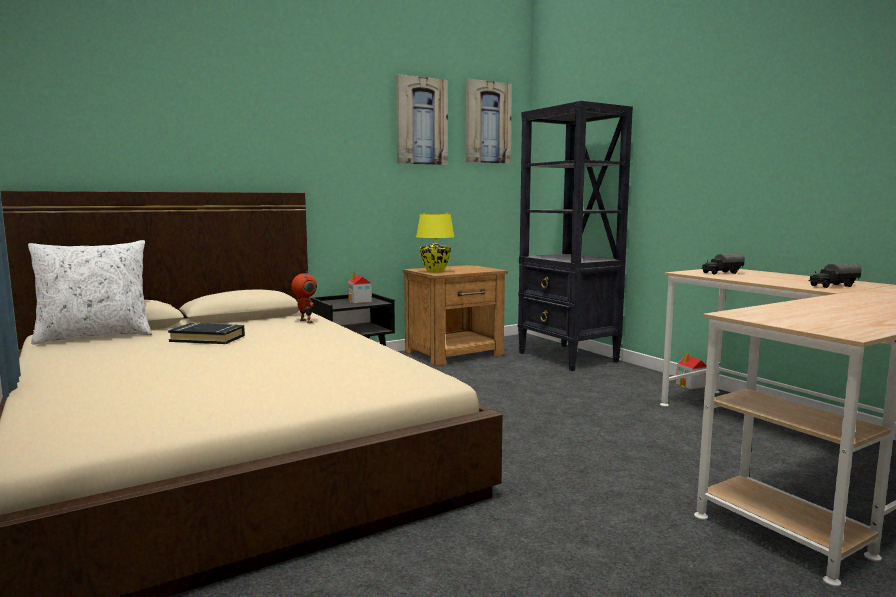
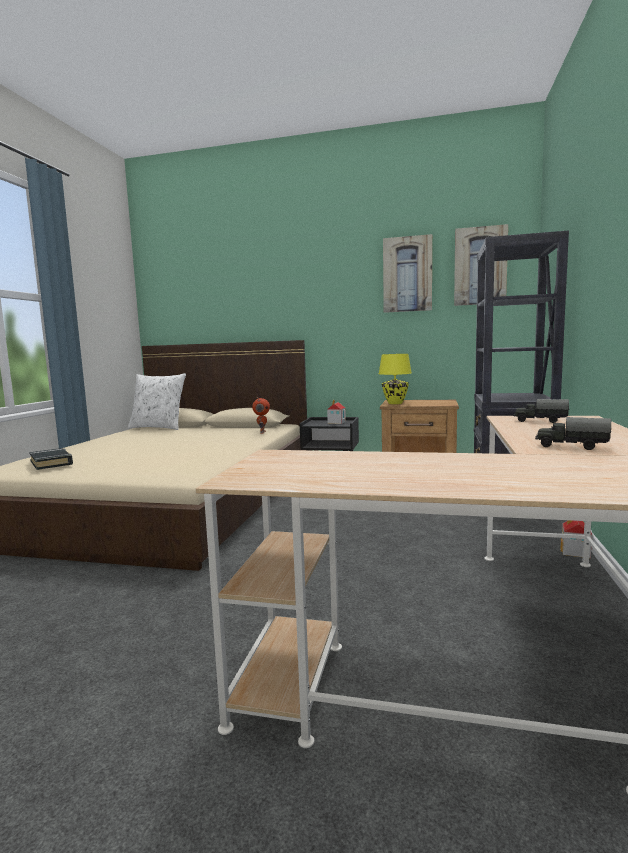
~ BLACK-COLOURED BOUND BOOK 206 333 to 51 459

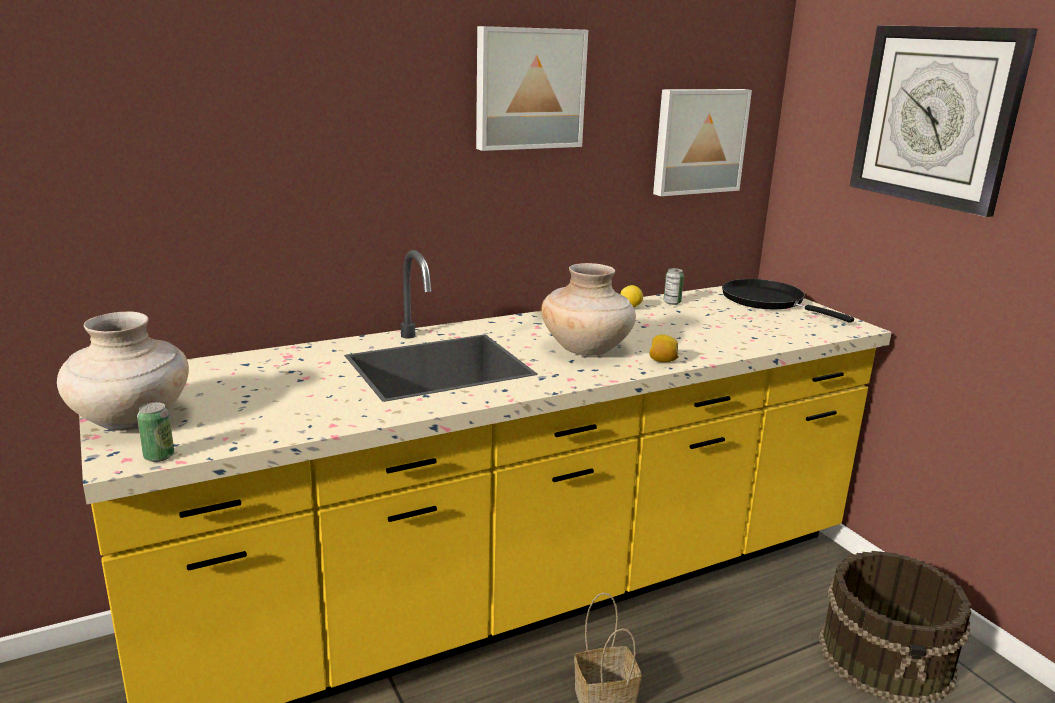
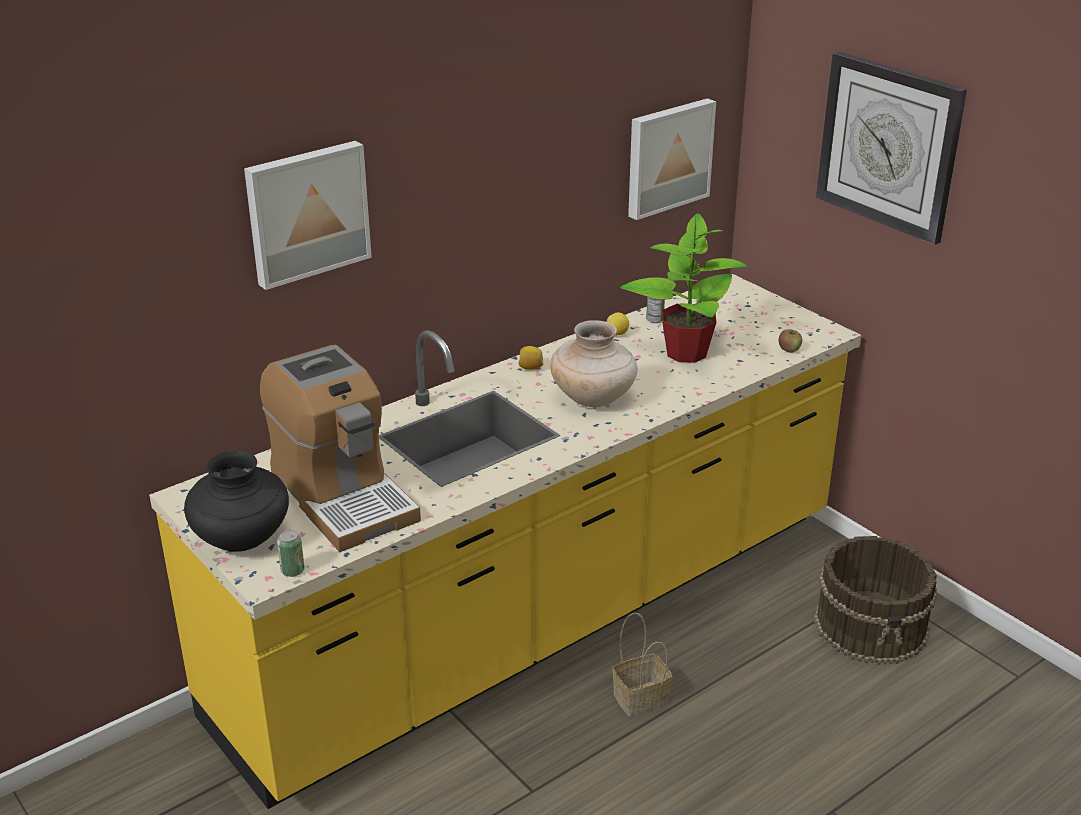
- BLACK-COLOURED FRYING PAN 788 301
+ COFFEE MACHINE 340 448
+ POTTED PLANT 683 288
+ APPLE FRUIT 790 341
~ WALL ART 532 88 to 308 215
~ WHOLE LEMON 663 348 to 531 358
~ BEIGE DECORATIVE VASE 123 371 to BLACK-COLOURED DECORATIVE VASE 236 501

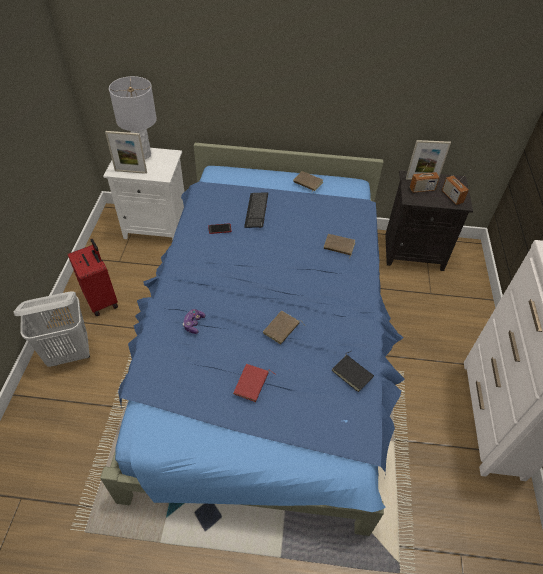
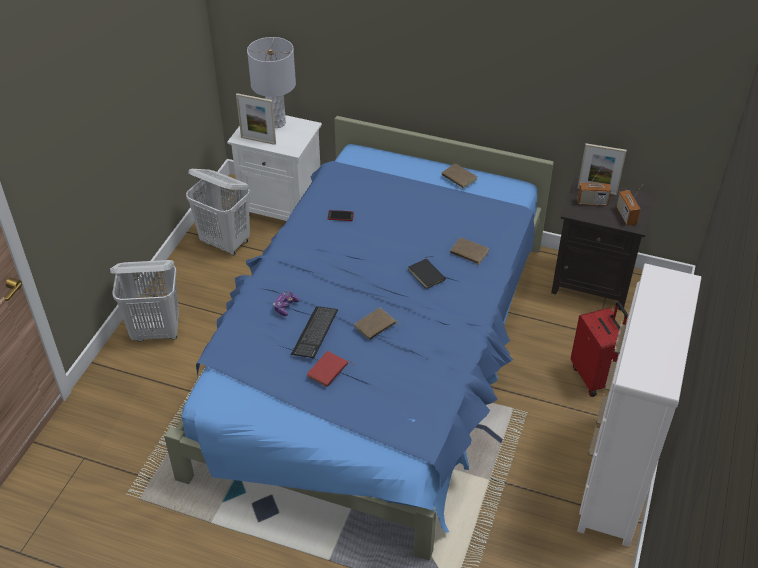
+ WHITE WASHING BASKET 218 212
~ RED-COLOURED TRAVEL CASE 93 277 to 599 349
~ PC KEYBOARD 256 210 to 314 332
~ BLACK-COLOURED BOUND BOOK 353 371 to 427 272

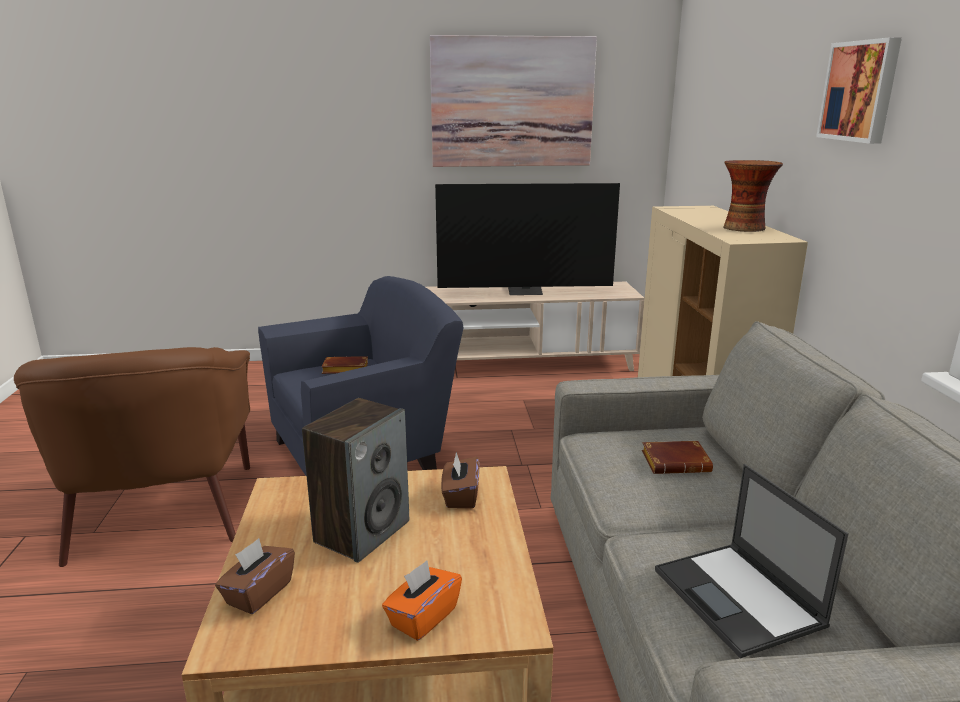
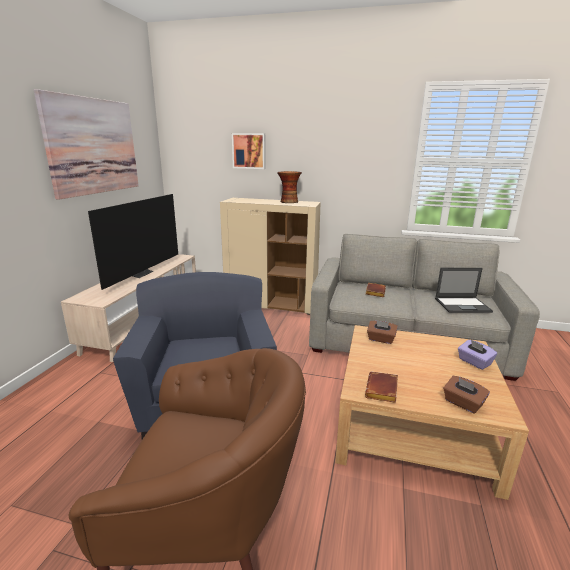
- SPEAKER 355 480
~ BROWN BOUND BOOK 344 365 to 381 387
~ WALL ART 859 90 to 249 151
~ ORANGE-COLOURED TISSUE HOLDER 422 600 to PURPLISH TISSUE HOLDER 477 355

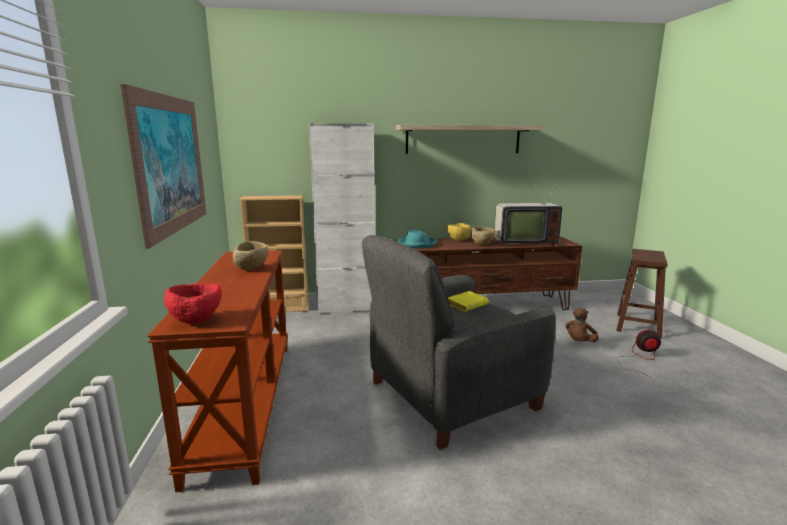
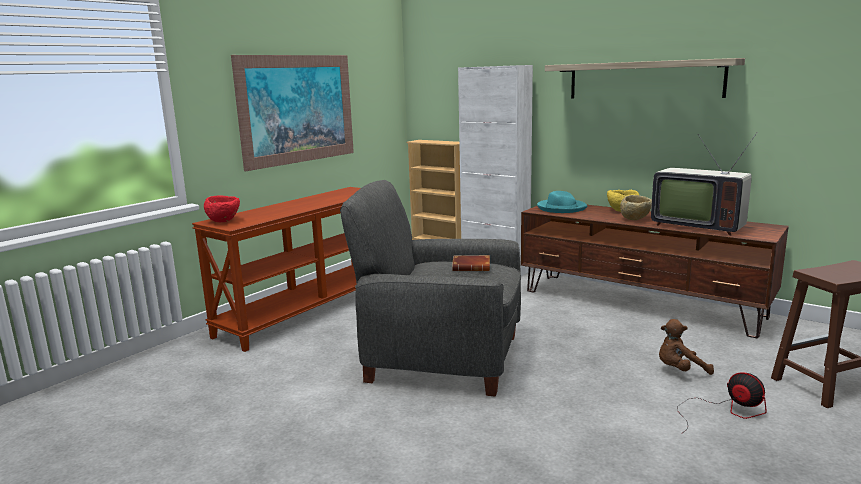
- BEIGE SERVING BOWL 250 255
~ YELLOWISH BOUND BOOK 468 301 to BROWN BOUND BOOK 471 263

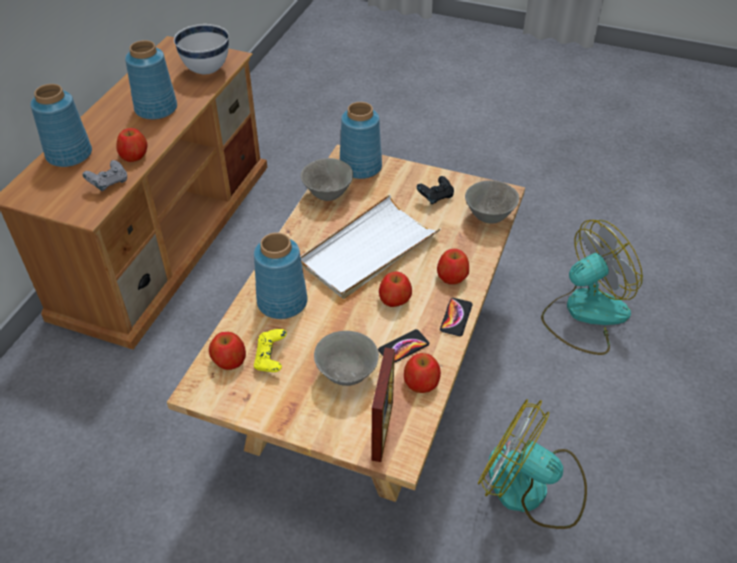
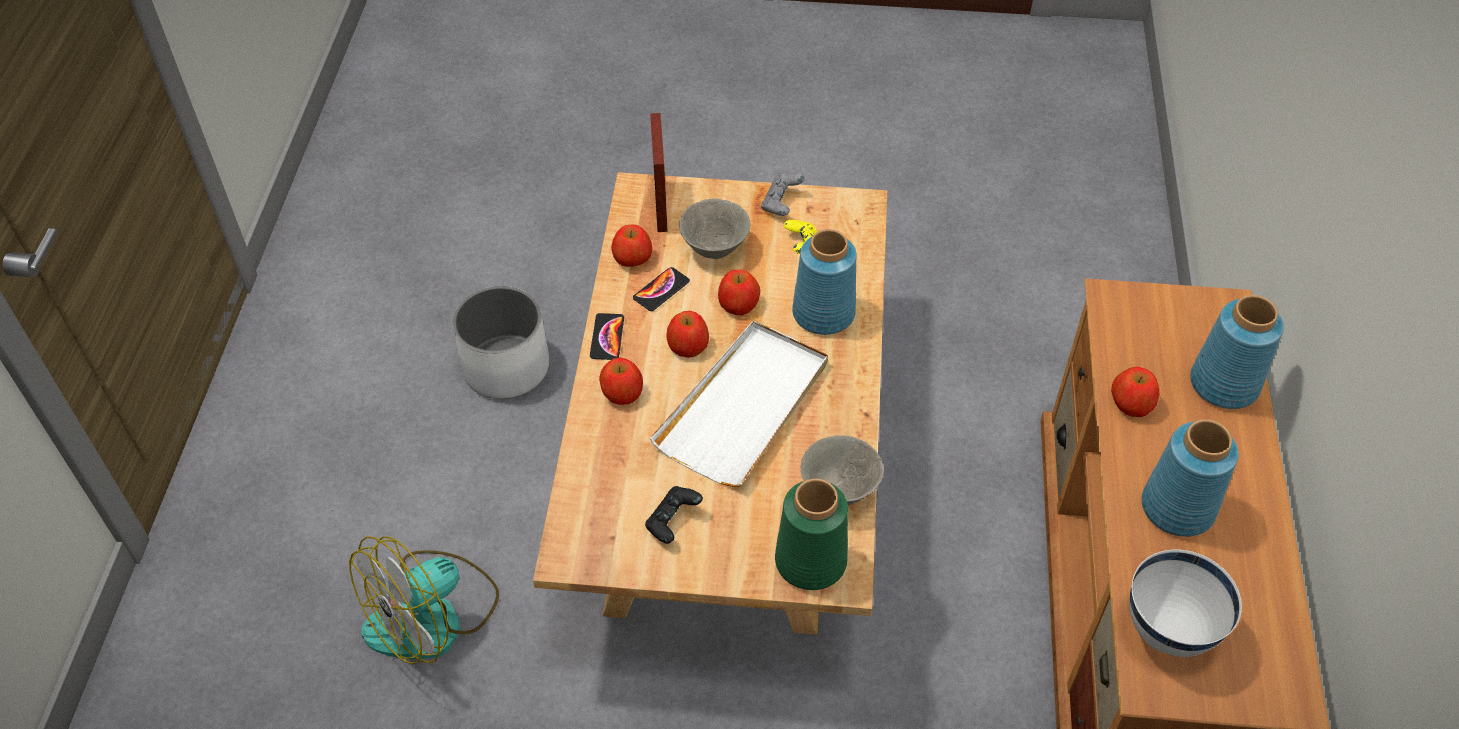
- GREY SERVING BOWL 492 202
~ GREY GAME CONTROLLER 105 175 to 783 194
~ APPLE FRUIT 227 351 to 739 292
~ COOLING FAN 532 464 to WHITE PLANT POT 500 342
~ BLUE-COLOURED DECORATIVE VASE 361 140 to GREENISH DECORATIVE VASE 811 534

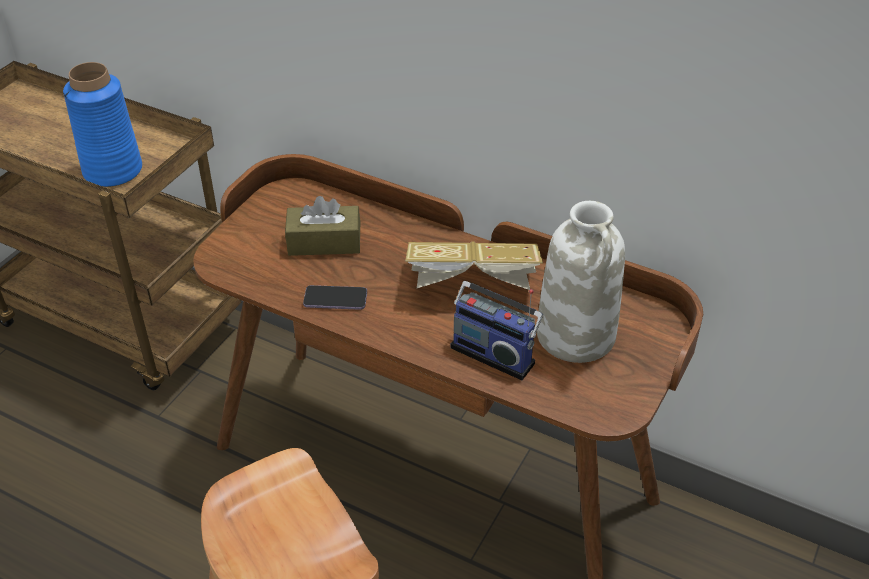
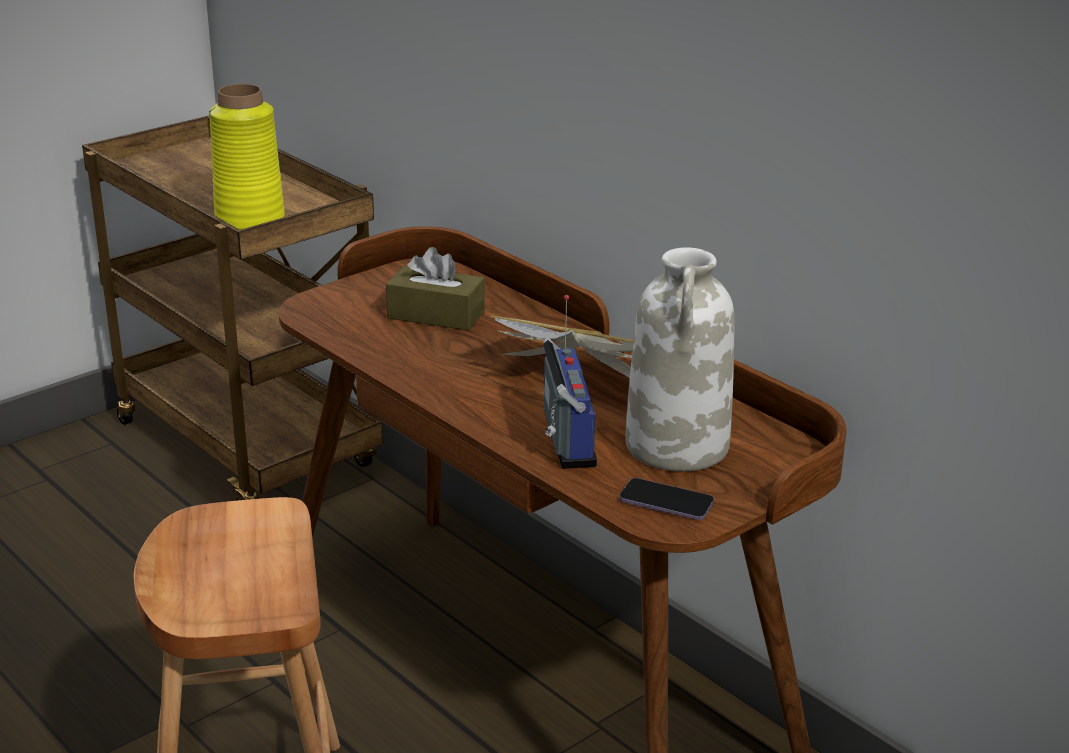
~ PHONE 335 297 to 666 499
~ BLUE-COLOURED DECORATIVE VASE 102 124 to YELLOWISH DECORATIVE VASE 247 157
~ RADIO SET 496 330 = 570 382 150 degrees counterclockwise

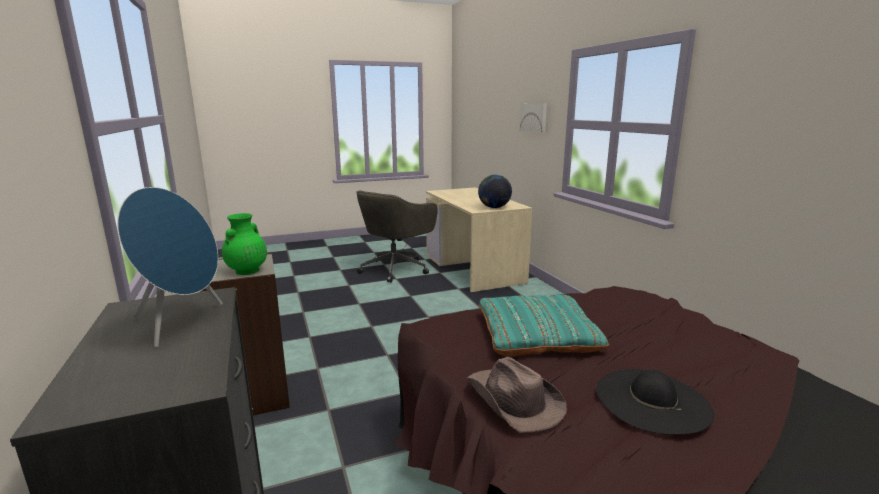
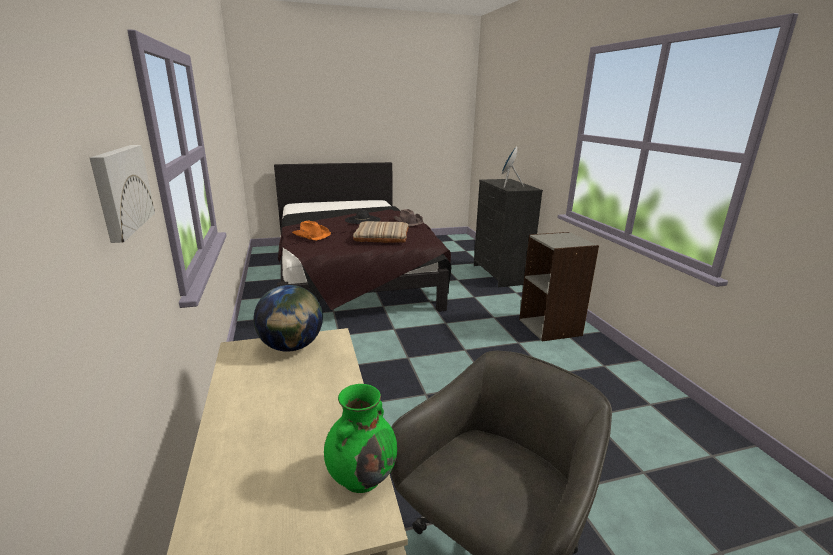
+ ORANGE-COLOURED CLOTHING HAT 311 230
~ GREENISH DECORATIVE VASE 244 244 to 360 438
~ TURQUOISE-COLOURED THROW PILLOW 544 325 to BEIGE THROW PILLOW 381 232

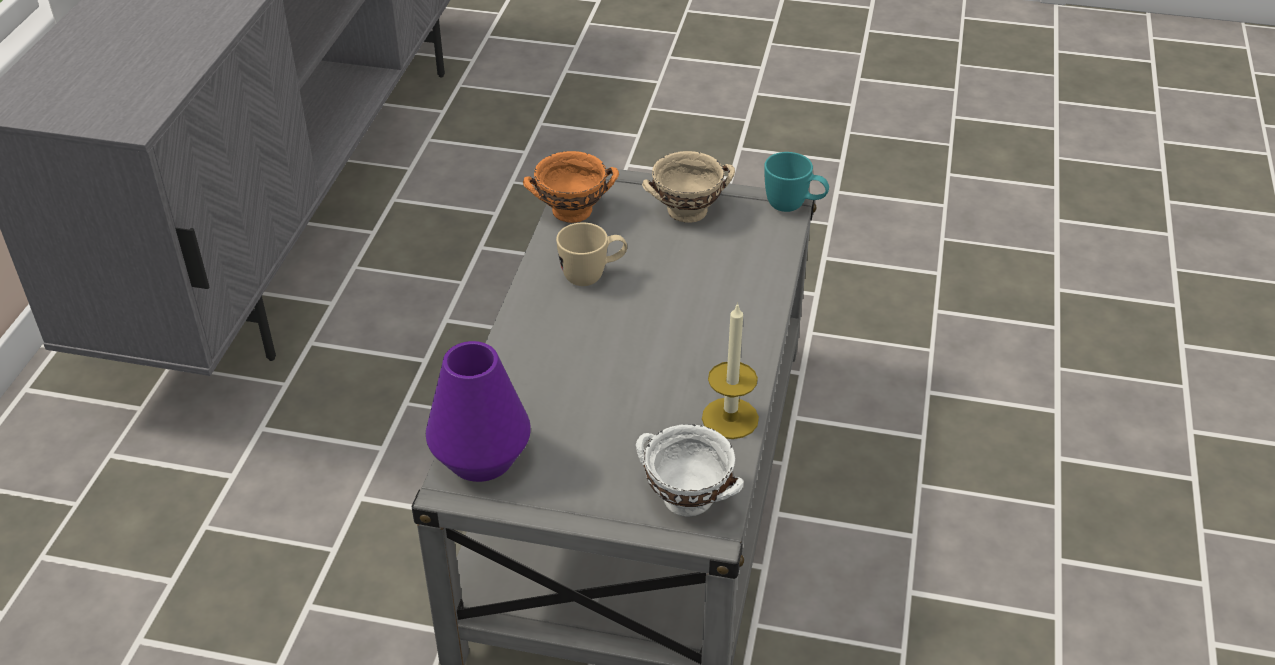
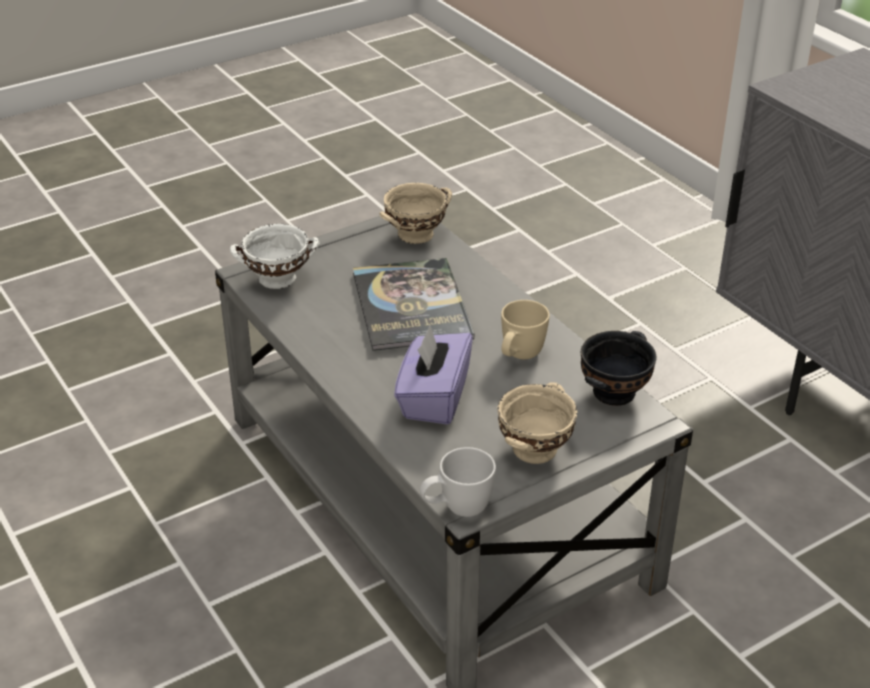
- CANDLE 730 370
+ BOUND BOOK 413 304
+ PURPLISH TISSUE HOLDER 433 375
~ PURPLISH DECORATIVE VASE 478 411 to BEIGE SERVING BOWL 415 213
~ ORANGE-COLOURED SERVING BOWL 571 187 to BLACK-COLOURED SERVING BOWL 618 368
~ TURQUOISE-COLOURED MUG 796 182 to WHITE MUG 458 482

